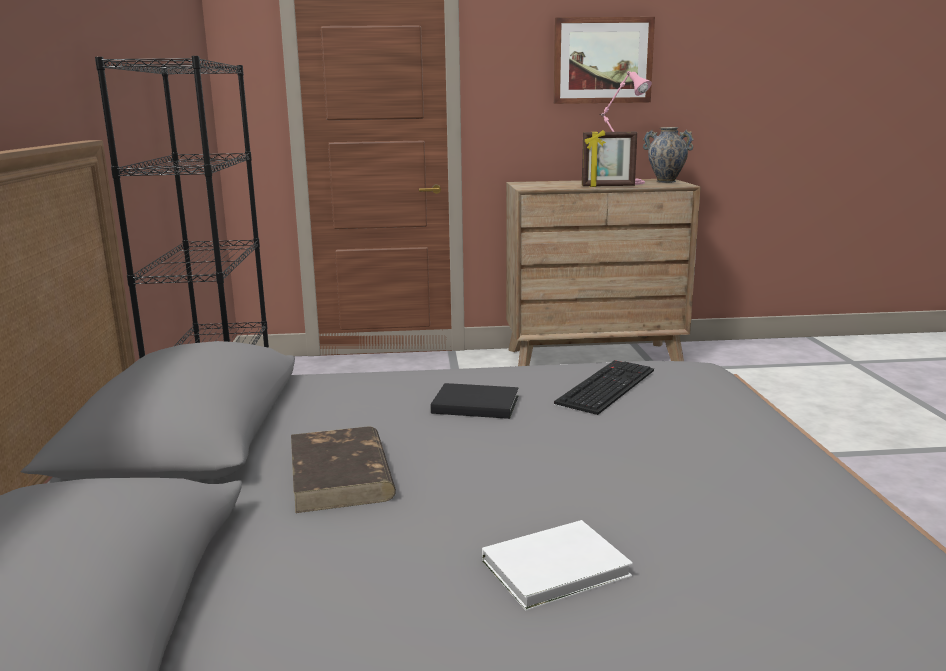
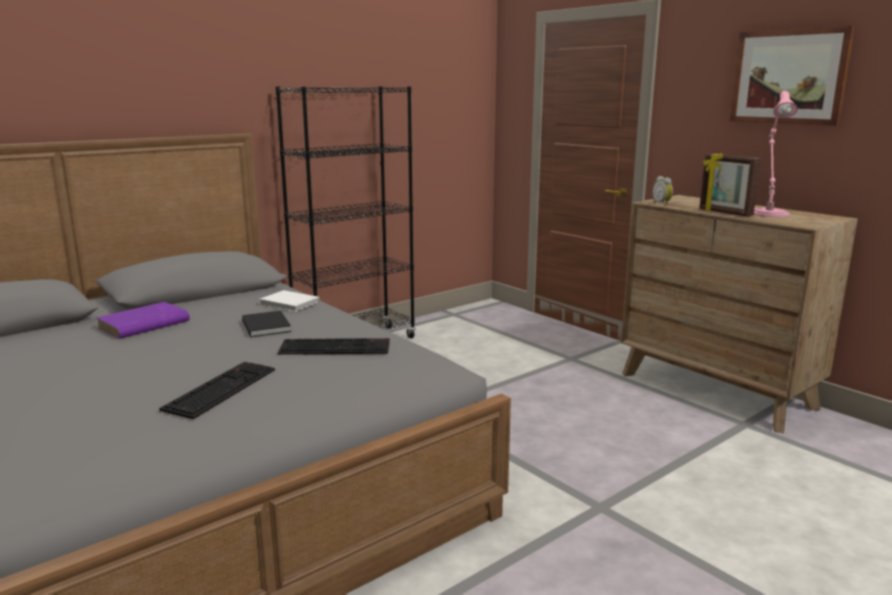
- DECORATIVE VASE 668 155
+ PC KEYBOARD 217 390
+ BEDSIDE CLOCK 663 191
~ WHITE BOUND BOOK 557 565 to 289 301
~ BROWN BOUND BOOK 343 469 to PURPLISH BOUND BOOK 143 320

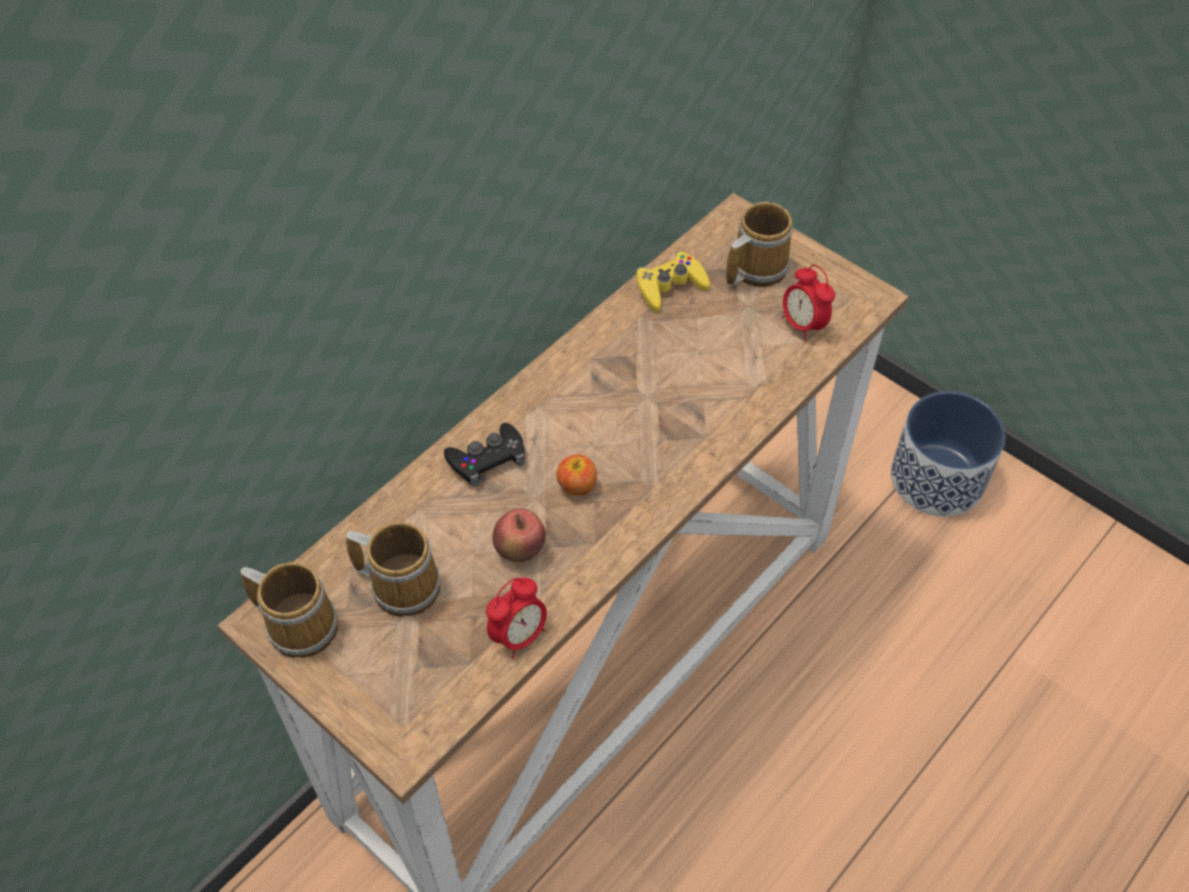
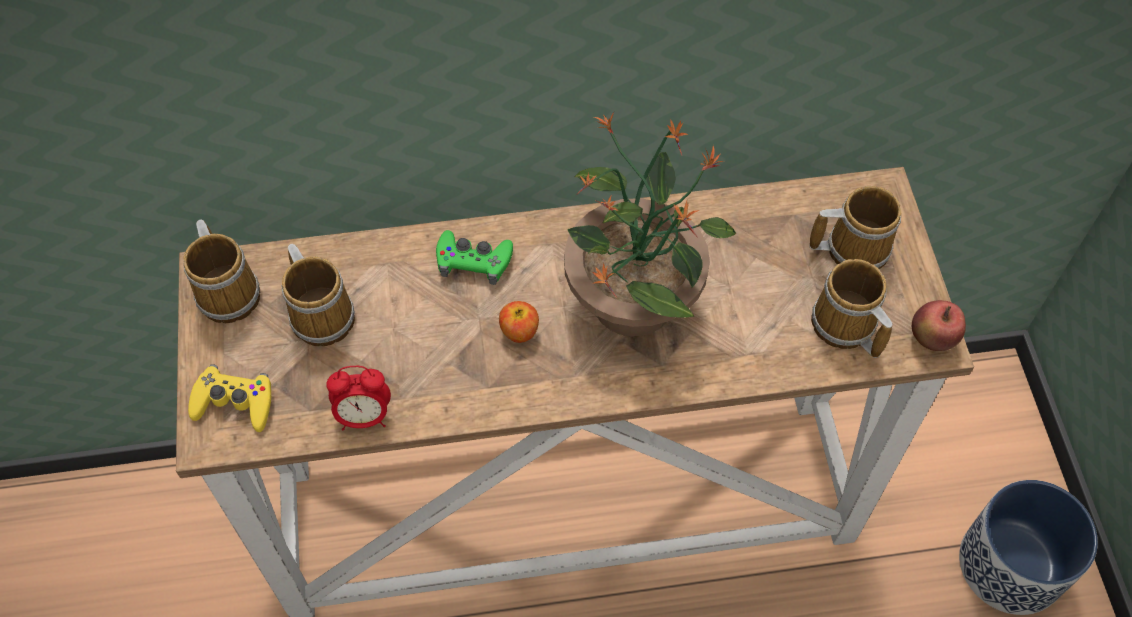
+ POTTED PLANT 650 224
~ APPLE FRUIT 519 535 to 939 325
~ YELLOWISH GAME CONTROLLER 673 281 to 229 398
~ BEDSIDE CLOCK 808 303 to MUG 852 308
~ BLACK-COLOURED GAME CONTROLLER 484 455 to GREENISH GAME CONTROLLER 474 257

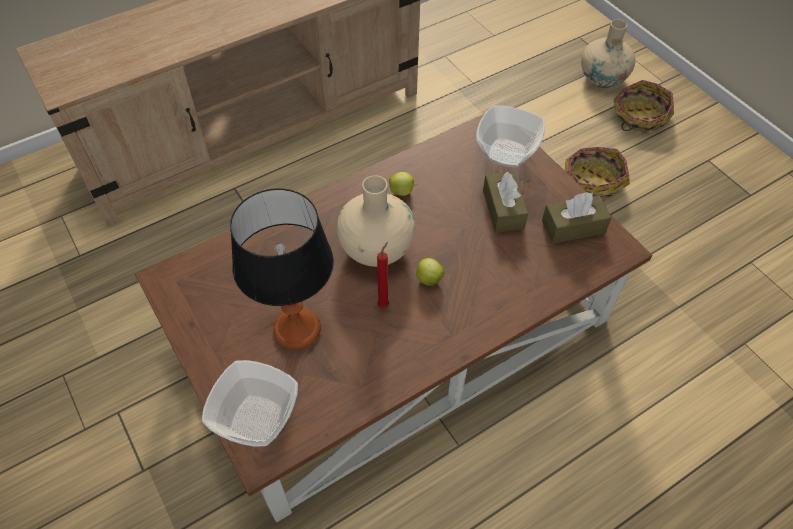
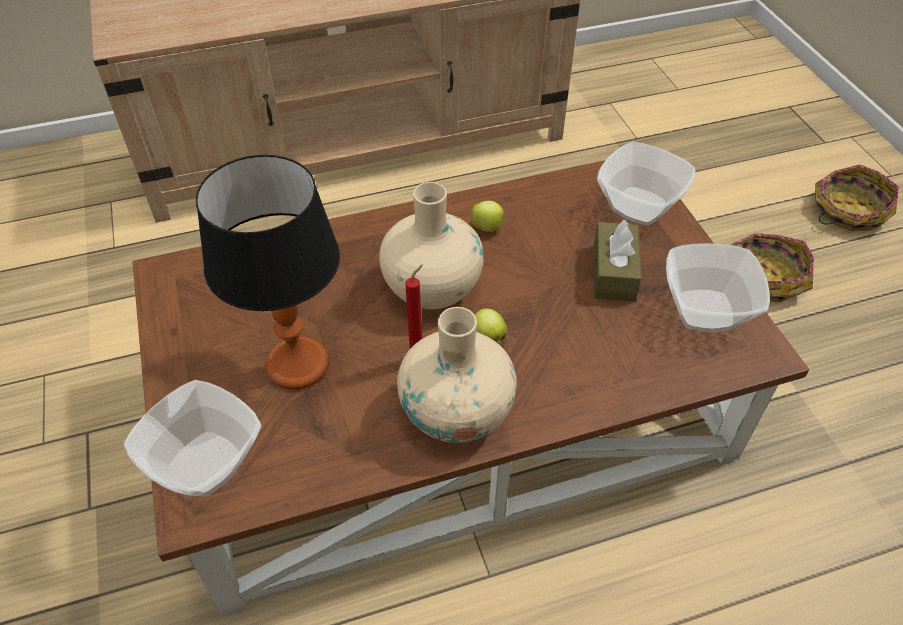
~ BEIGE DECORATIVE VASE 608 53 to 457 375
~ BROWN TISSUE HOLDER 577 218 to SERVING BOWL 718 287

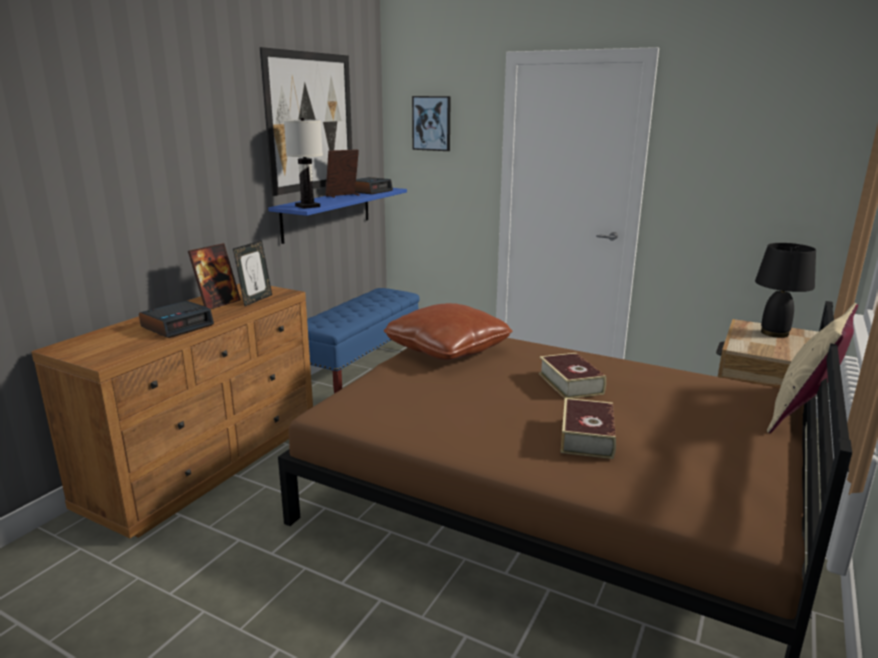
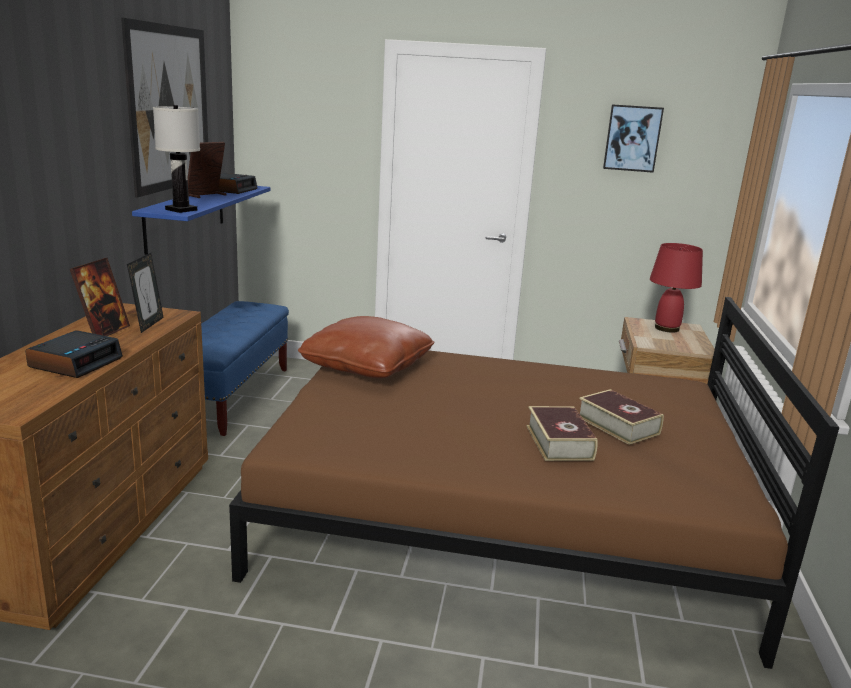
- BEIGE THROW PILLOW 812 368
~ WALL ART 431 123 to 633 138
~ BOUND BOOK 572 376 to 621 417
~ BLACK-COLOURED TABLETOP LAMP 785 290 to RED-COLOURED TABLETOP LAMP 676 288

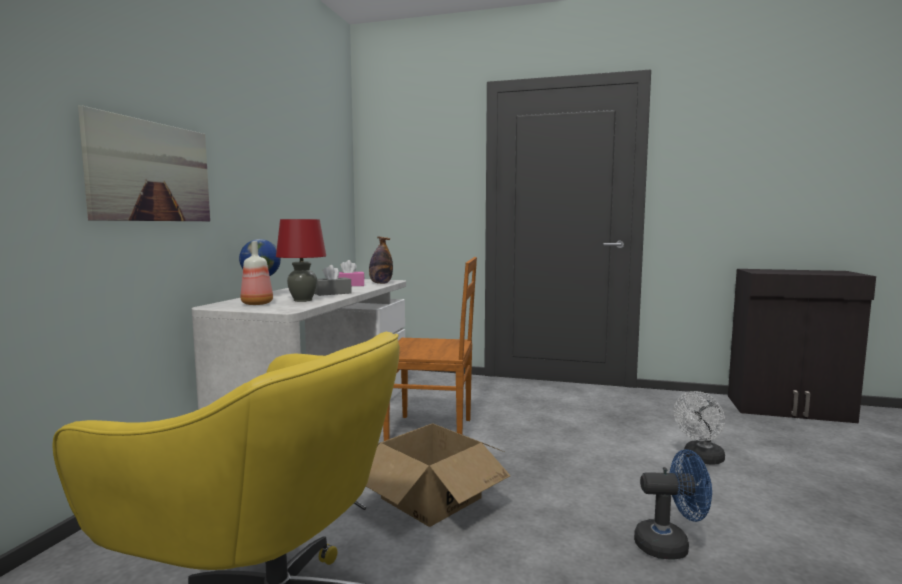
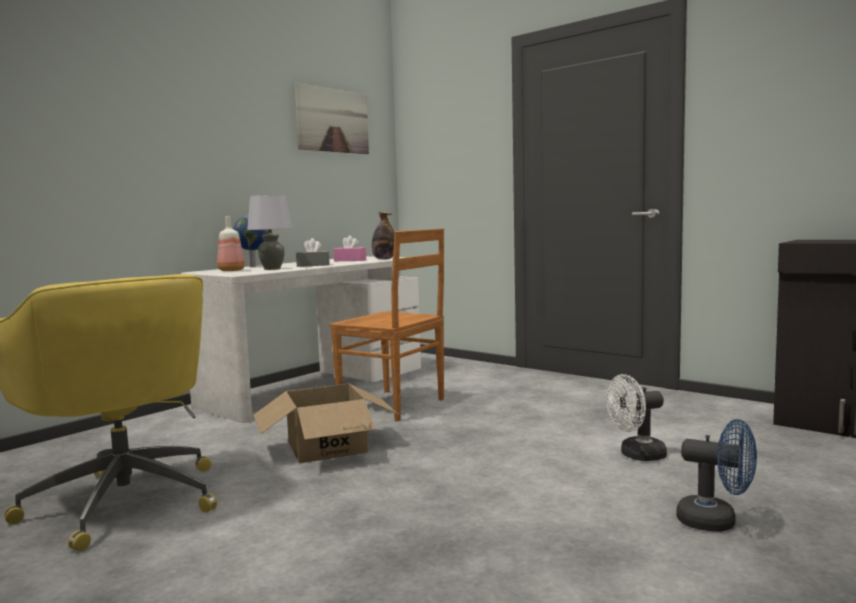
~ WALL ART 144 163 to 332 118
~ BLUE-COLOURED COOLING FAN 673 504 to 717 475
~ RED-COLOURED TABLETOP LAMP 301 260 to GREY TABLETOP LAMP 269 232

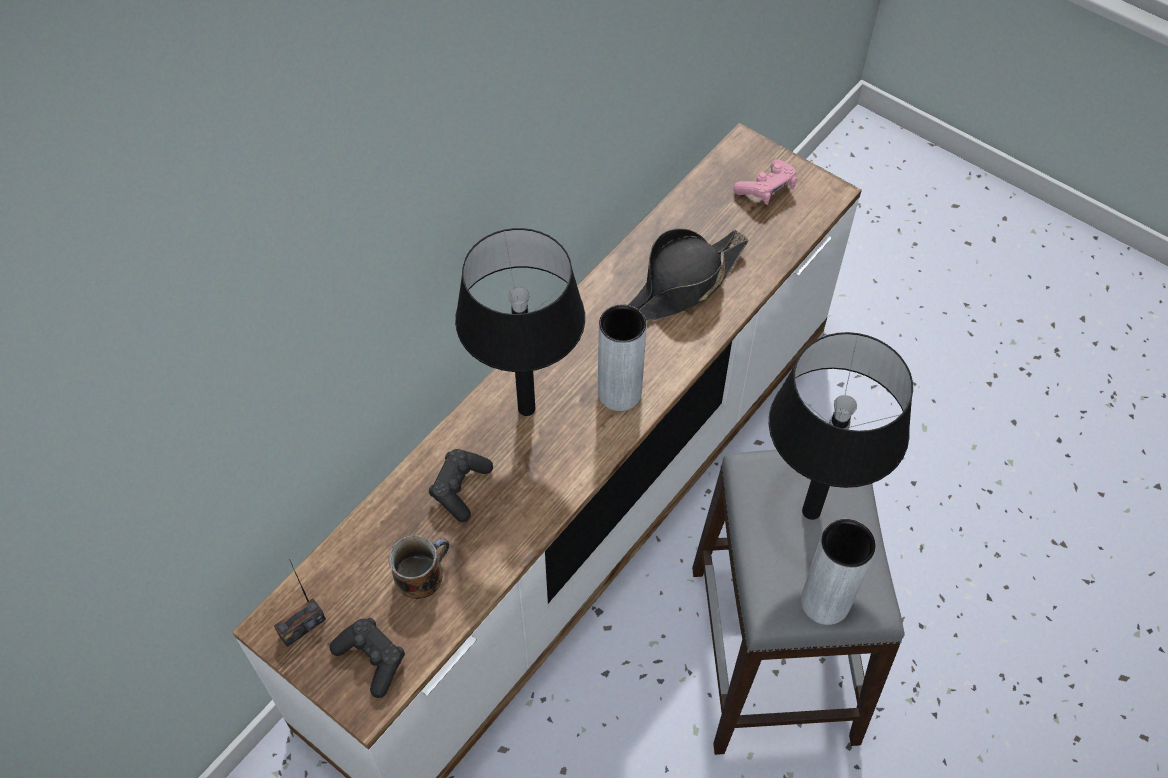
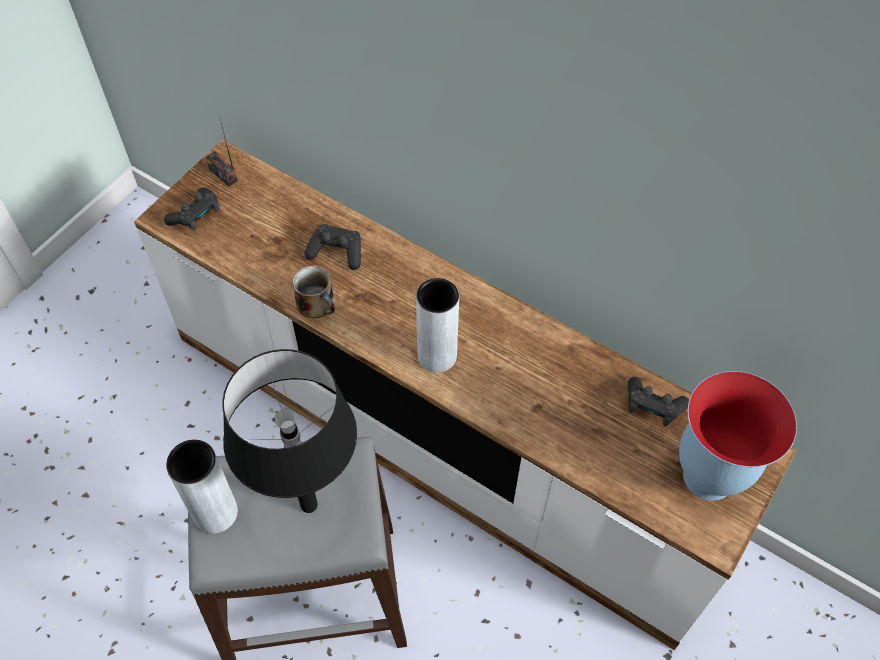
- BLACK-COLOURED TABLETOP LAMP 520 322
- BLACK-COLOURED CLOTHING HAT 688 275
+ BLACK-COLOURED GAME CONTROLLER 658 402
~ MUG 418 567 to 313 292
~ PINKISH GAME CONTROLLER 765 182 to DECORATIVE VASE 738 436

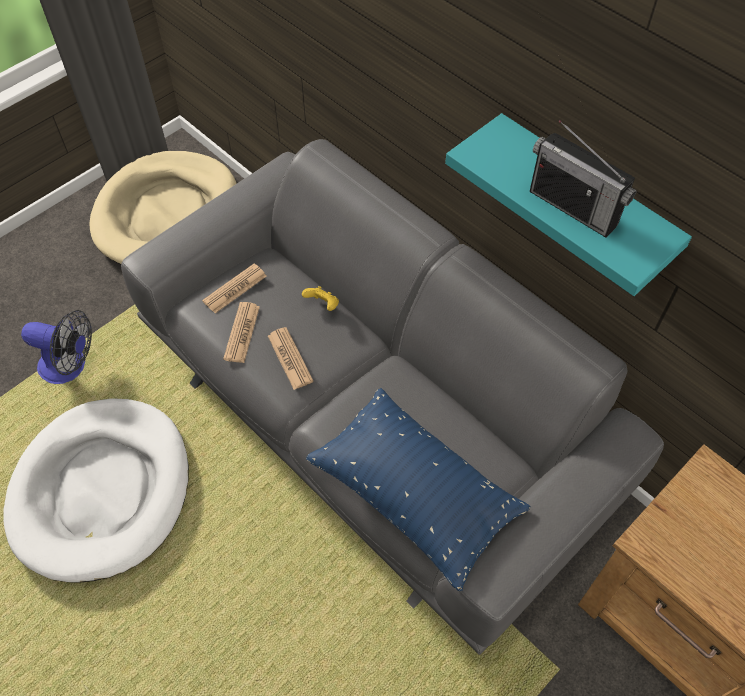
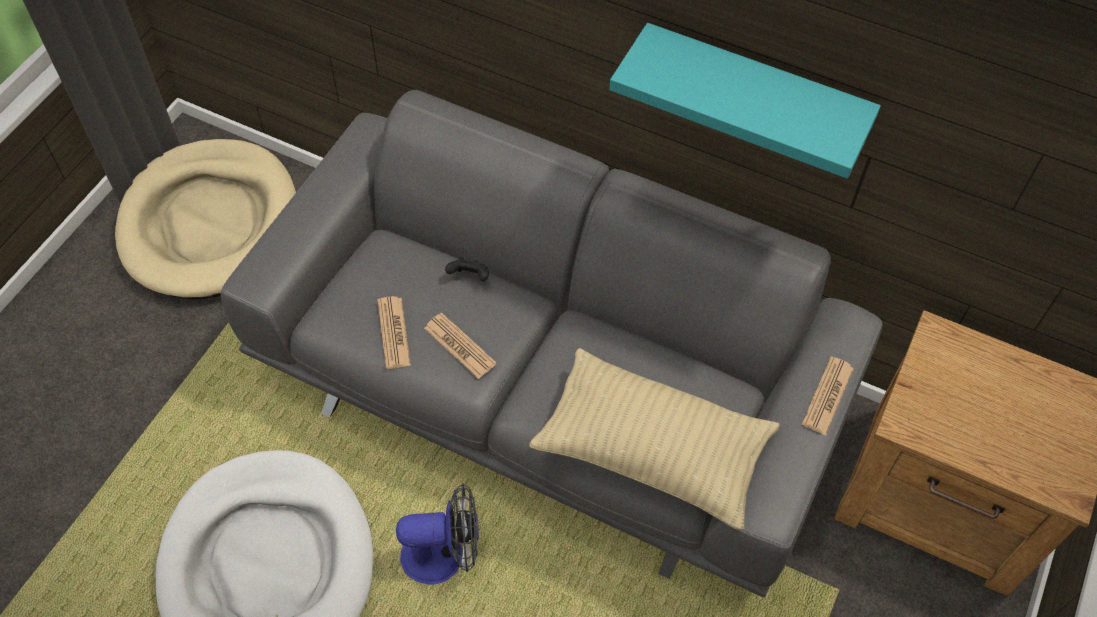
- RADIO SET 583 178
~ COOLING FAN 56 347 to 437 534
~ NEWSPAPER 234 288 to 828 396
~ YELLOWISH GAME CONTROLLER 320 298 to BLACK-COLOURED GAME CONTROLLER 467 269
~ BLUE-COLOURED THROW PILLOW 418 489 to BEIGE THROW PILLOW 654 439

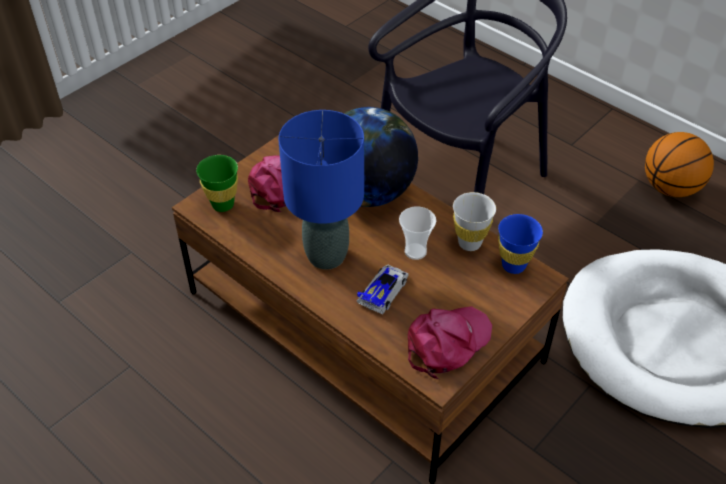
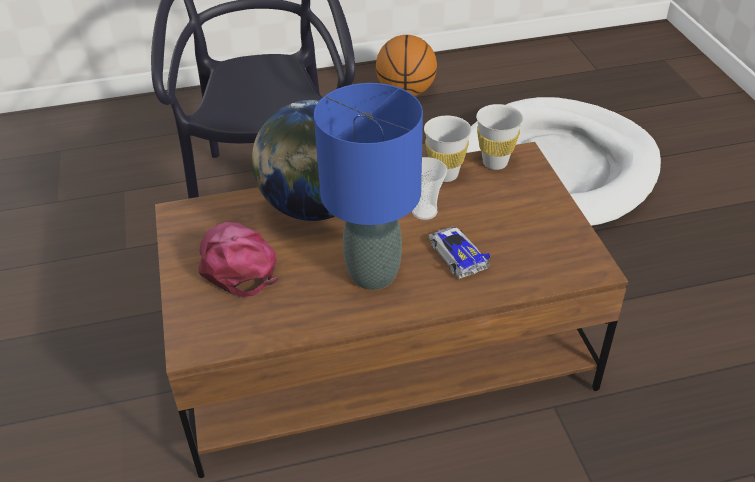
- GREENISH SMALL CUP 217 183
- PINKISH BASEBALL CAP 450 342
~ BLUE-COLOURED SMALL CUP 520 244 to WHITE SMALL CUP 499 137

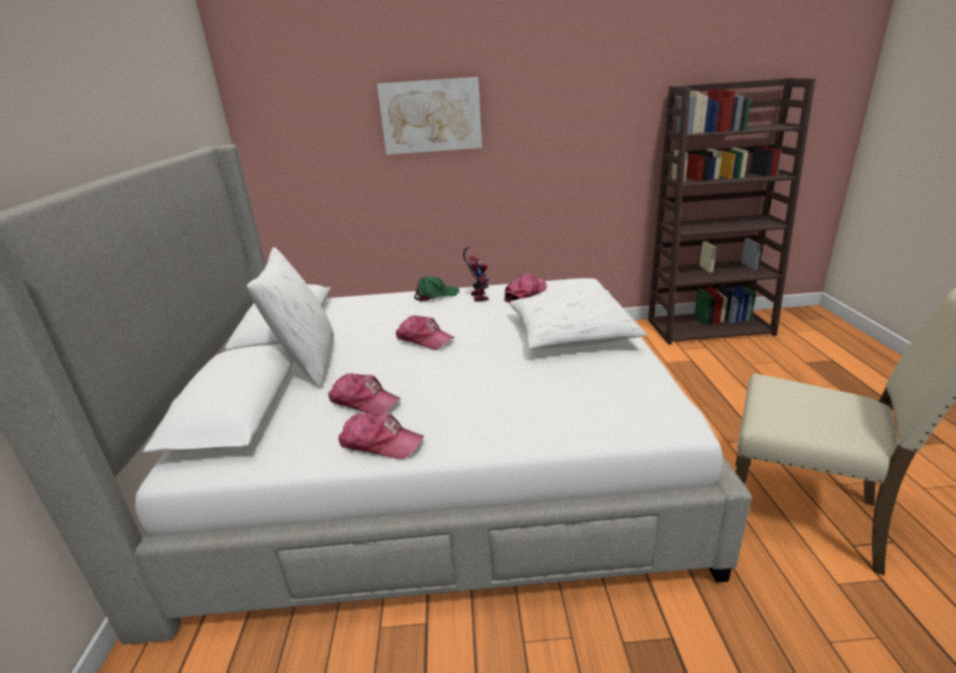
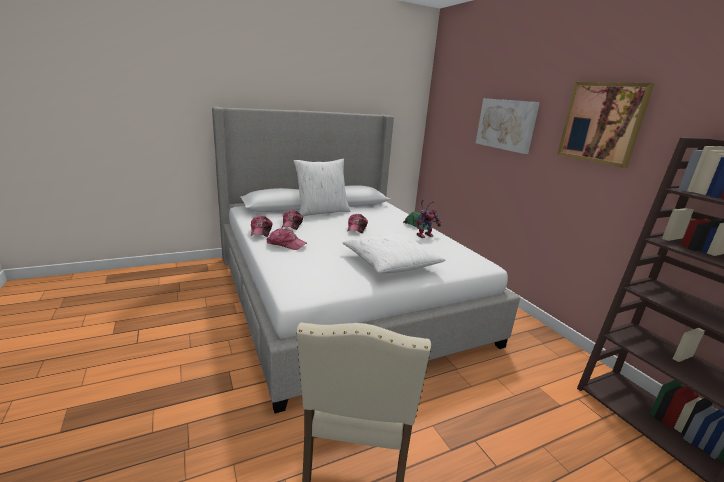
+ WALL ART 605 125
~ BASEBALL CAP 525 288 to 287 239

